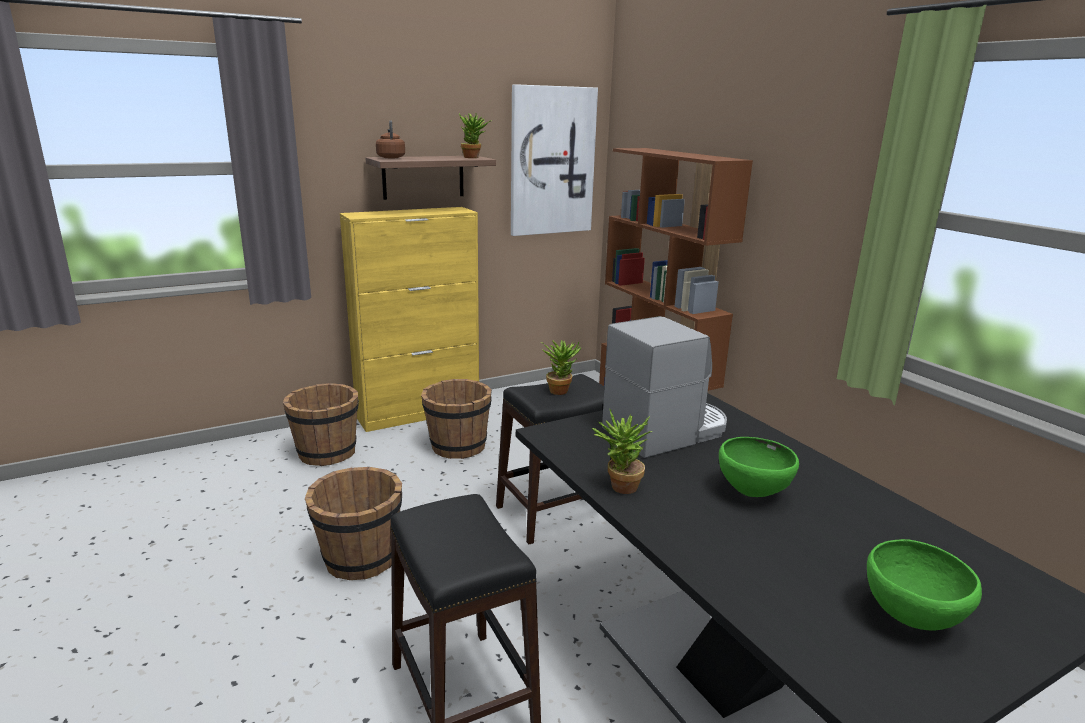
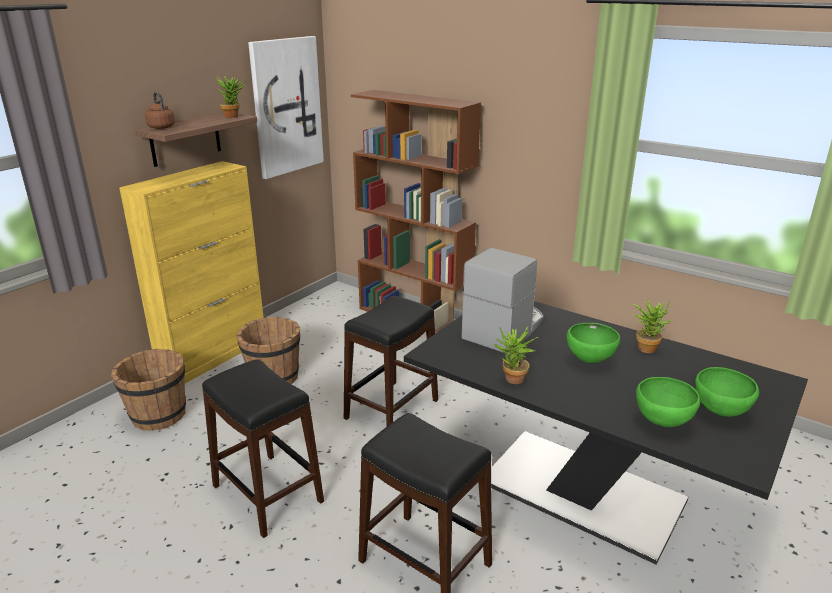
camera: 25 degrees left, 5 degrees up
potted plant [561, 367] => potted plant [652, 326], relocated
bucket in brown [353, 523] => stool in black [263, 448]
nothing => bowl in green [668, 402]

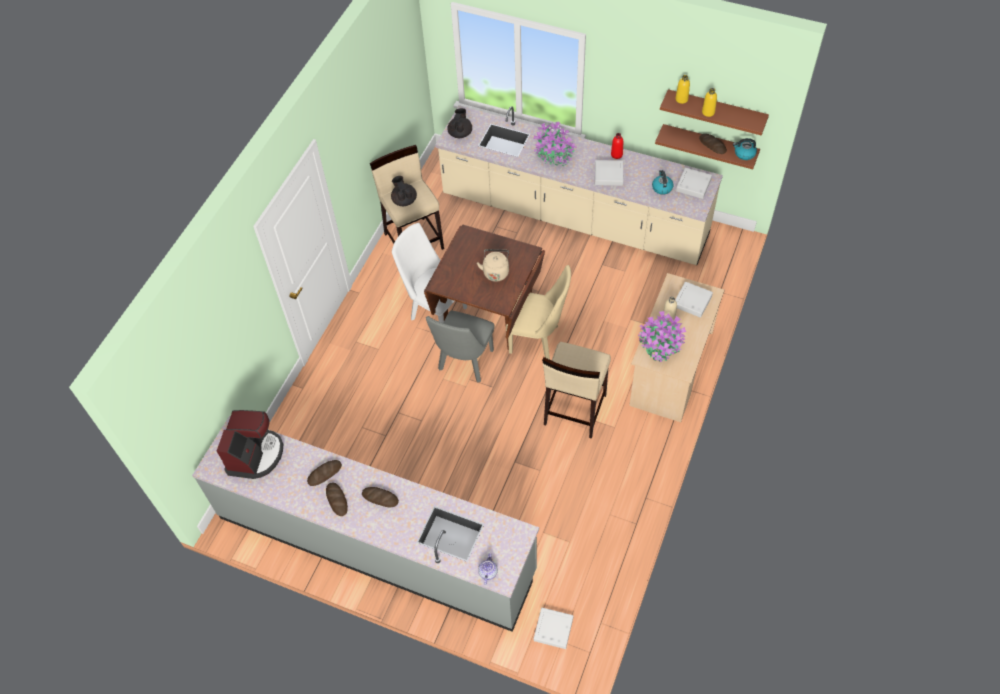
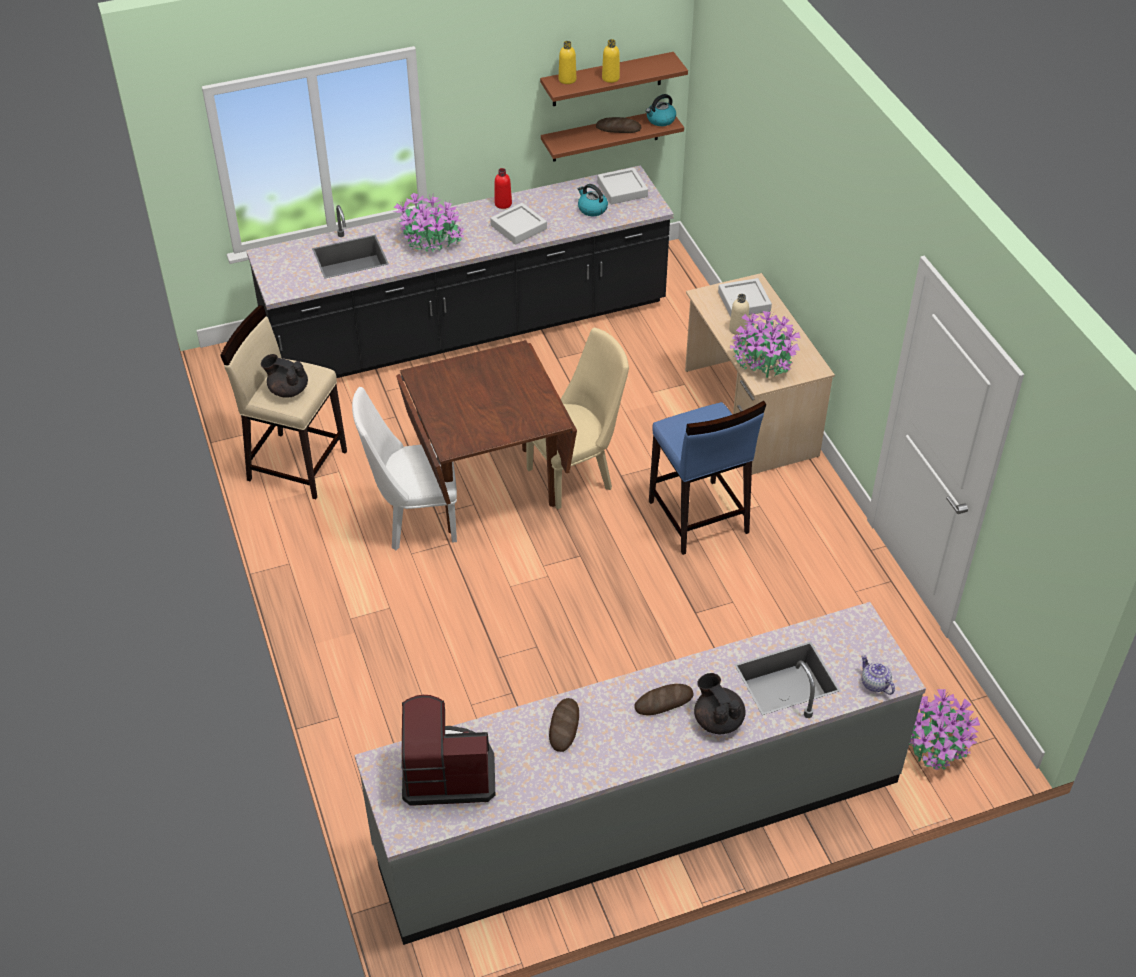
camera: 45 degrees left, 10 degrees down
counter in beige [579, 185] => counter in black [460, 271]
teapot in black [459, 123] => teapot in black [720, 703], relocated
kettle in beige [493, 265] => nothing
chair in grey [460, 346] => nothing
stool in beige [576, 390] => stool in blue [707, 478]
coffee machine [250, 444] => coffee machine [448, 750], 60 degrees counterclockwise
bread [337, 499] => nothing
tray in grey [553, 628] => potted plant [944, 729]

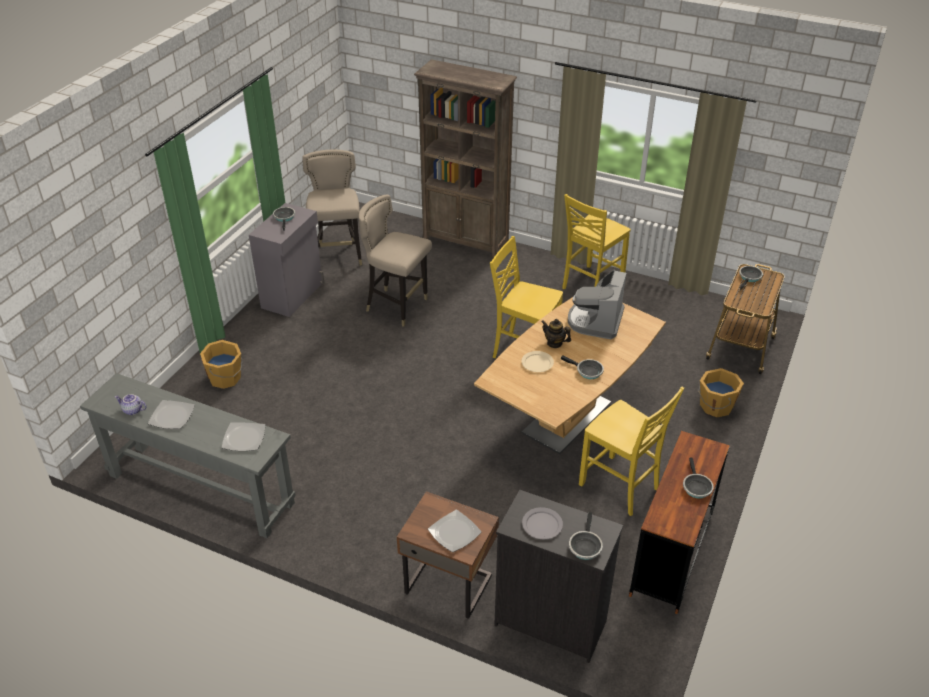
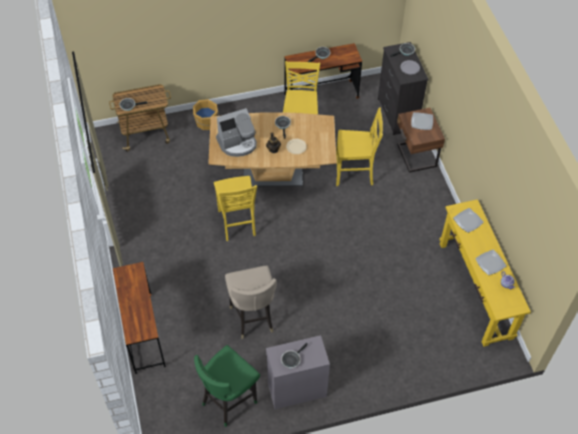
camera: 130 degrees left, 15 degrees up
bookcase in brown [465, 159] => desk in brown [139, 318]
stool in beige [332, 207] => stool in green [227, 386]
chair in yellow [596, 241] => chair in yellow [359, 146], relocated
bucket in orange [221, 364] => nothing
console table in grey [188, 455] => console table in yellow [485, 273]

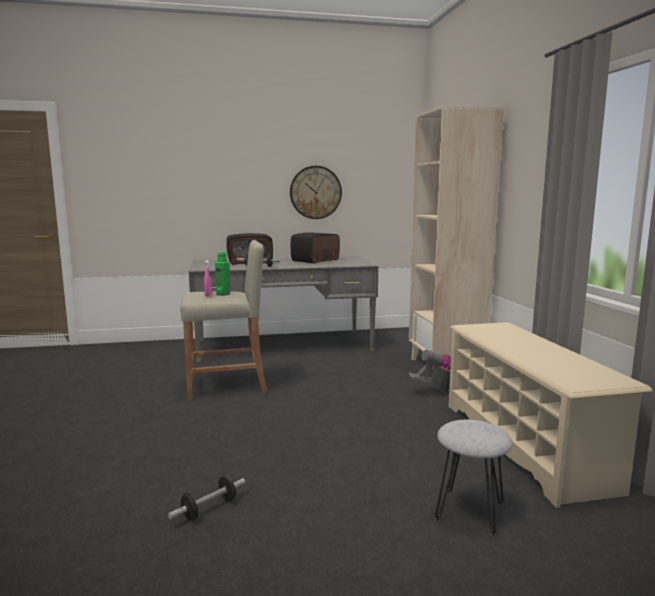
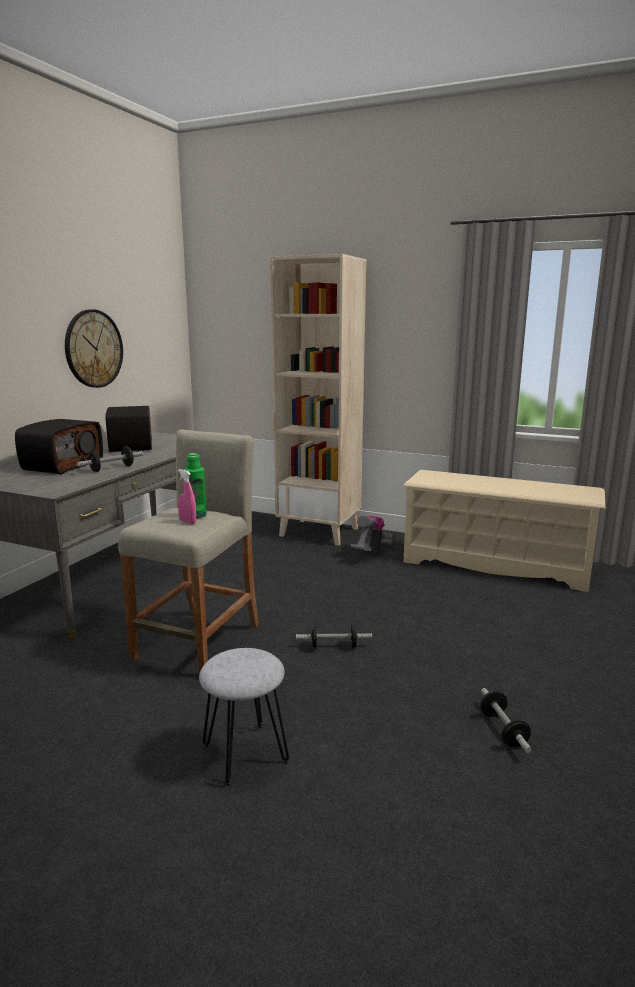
camera: 55 degrees left, 5 degrees up
stool in grey [474, 478] => stool in grey [244, 717], relocated
nothing => dumbbell [334, 636]

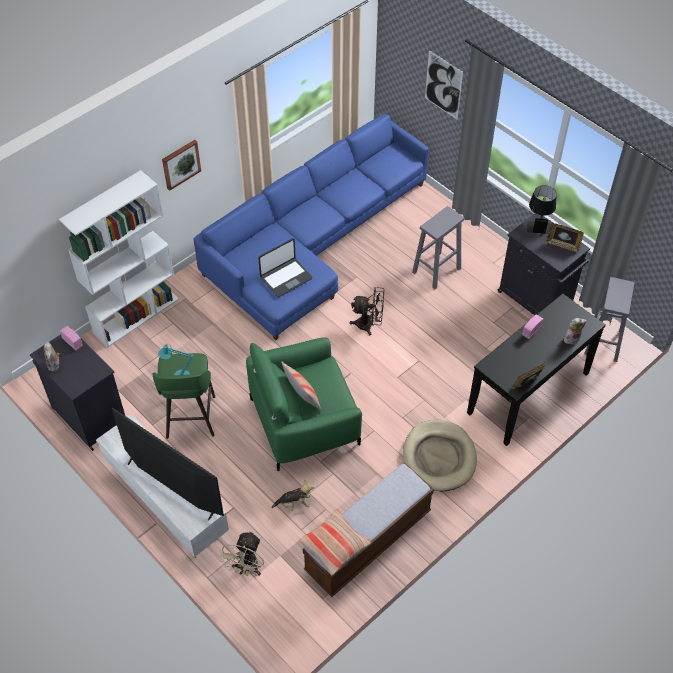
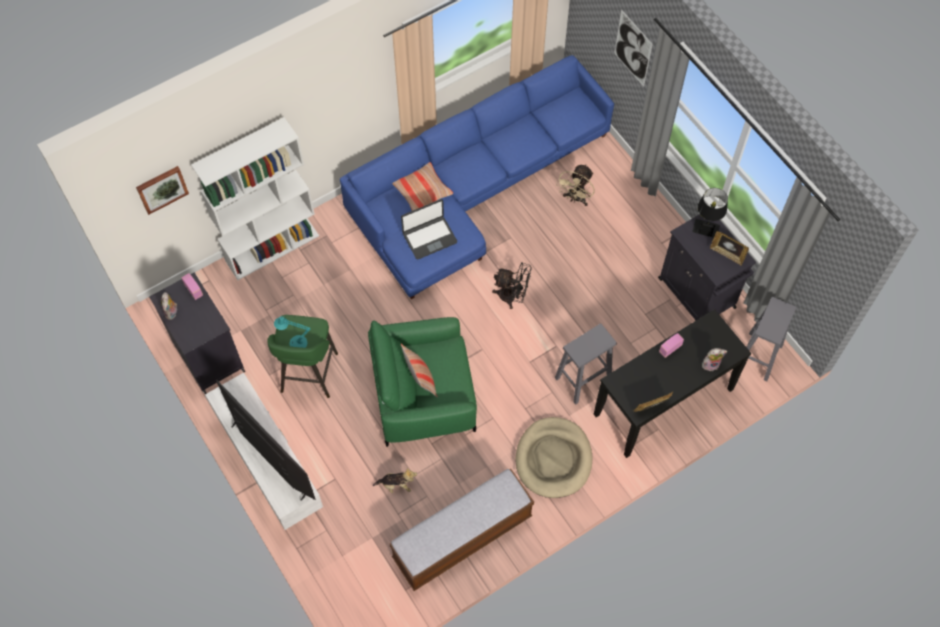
camera: 10 degrees right, 10 degrees up
picture [181, 165] => picture [162, 190], relocated
stool in grey [438, 247] => stool in grey [586, 364], relocated
pillow [335, 542] => pillow [422, 186], relocated
fan in beige [241, 553] => fan in beige [575, 185], relocated

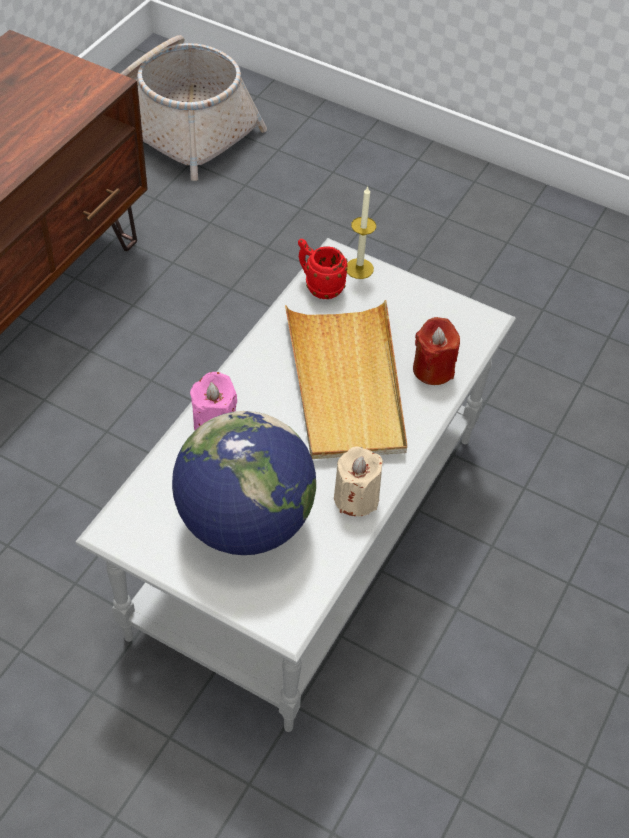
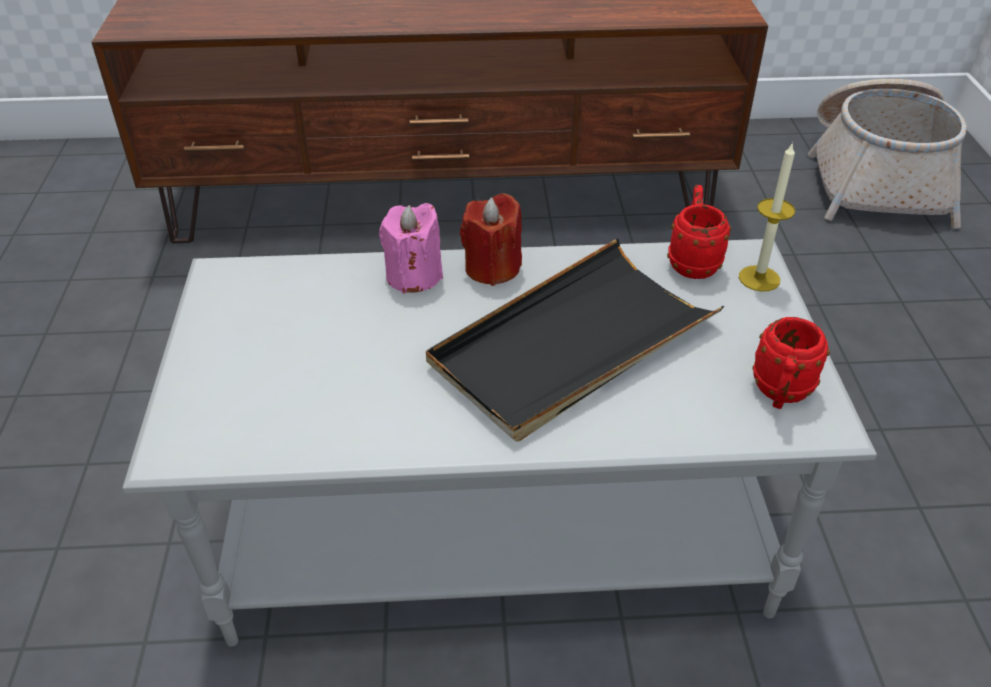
camera: 60 degrees right, 10 degrees down
tray in beige [346, 379] => tray in black [575, 340]
candle in red [436, 351] => candle in red [491, 239], relocated
globe [244, 483] => nothing
candle in beige [358, 481] => nothing
nothing => mug in red [791, 363]

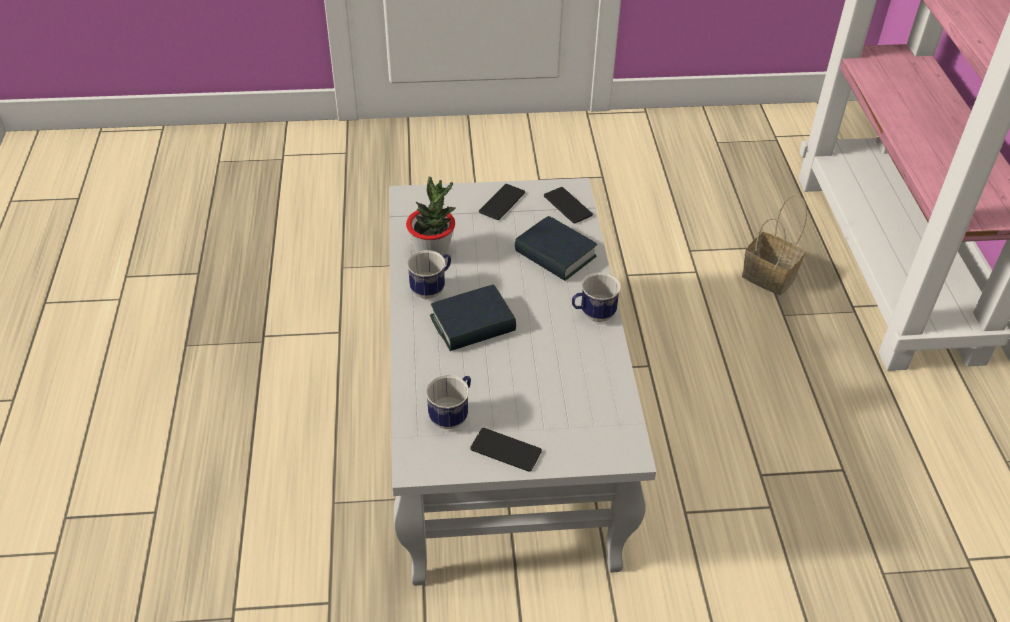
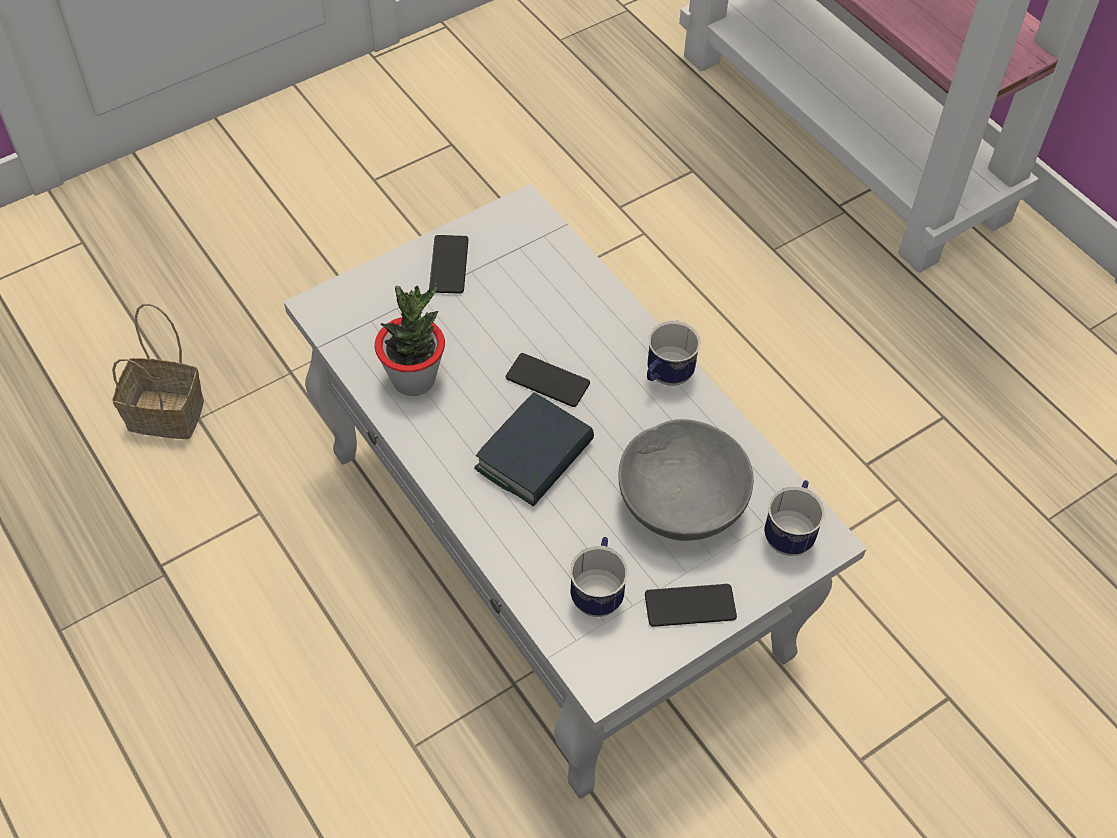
camera: 30 degrees left, 10 degrees up
phone [568, 205] => phone [548, 380], relocated
basket [774, 244] => basket [158, 371], relocated
book [555, 248] => nothing
mug [429, 274] => mug [795, 518], relocated
nothing => bowl in grey [686, 480]

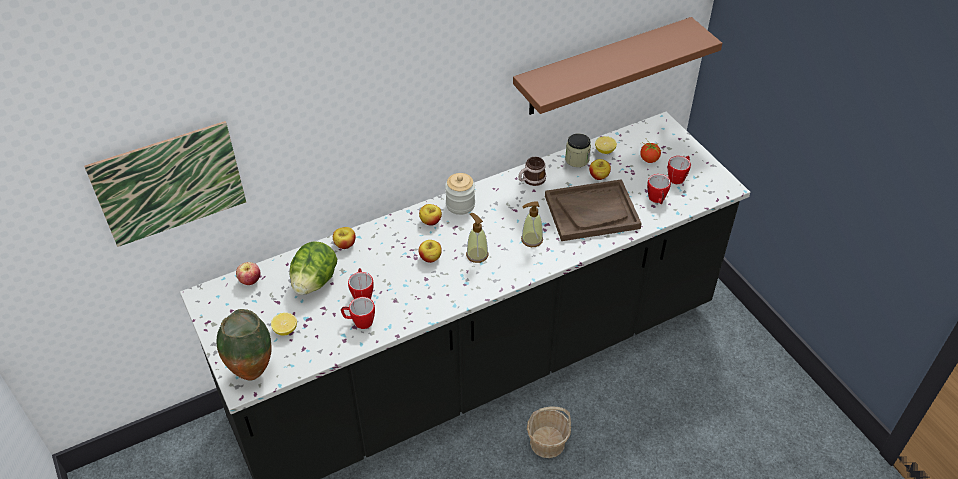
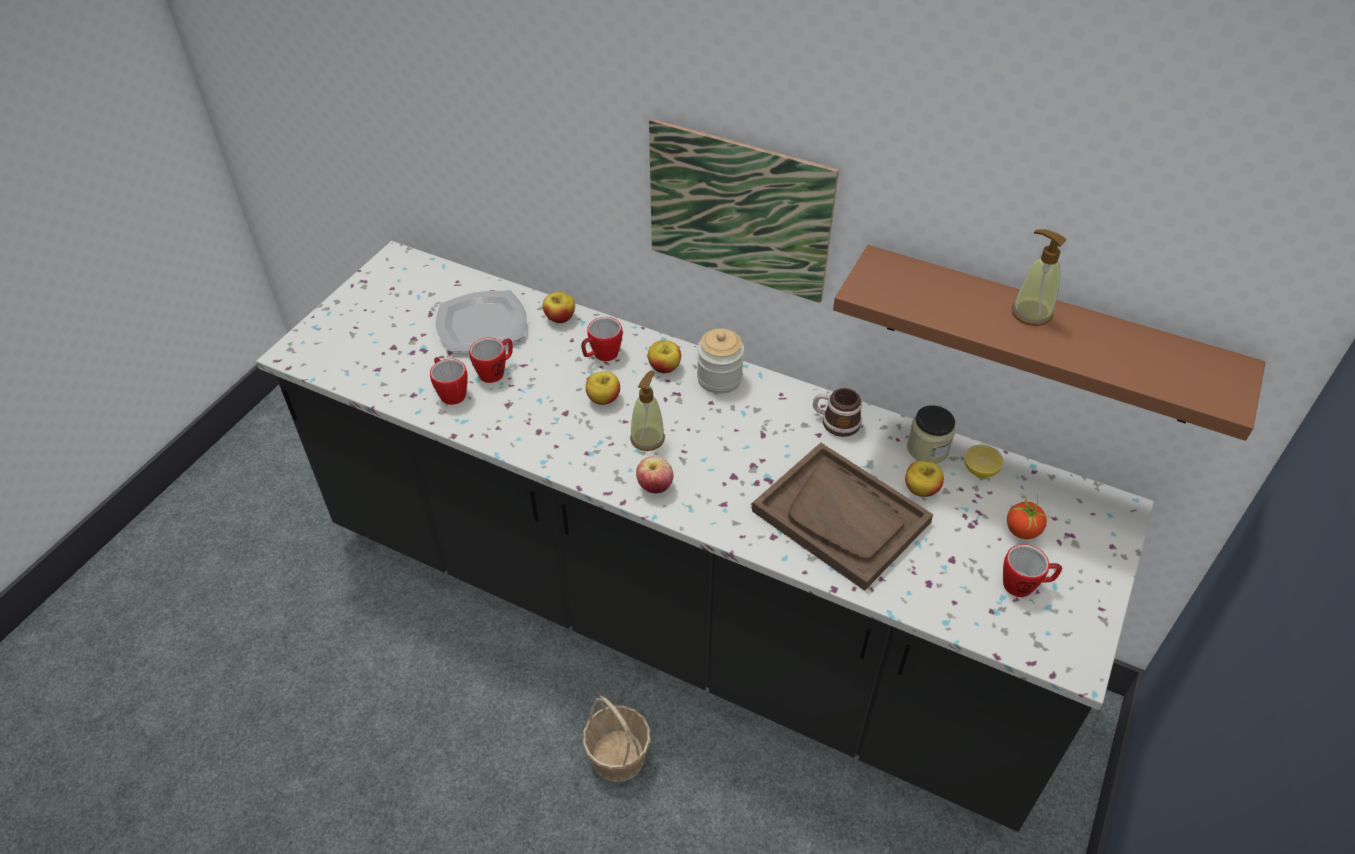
camera: 55 degrees right, 0 degrees up
picture [165, 184] => picture [744, 211], relocated
mug [659, 189] => mug [601, 339], relocated
soap dispenser [532, 224] => soap dispenser [1039, 277], relocated
lettuce [313, 268] => plate [481, 321]
apple [248, 273] => apple [655, 475], relocated
vase [244, 344] => nothing
lemon [284, 324] => nothing

